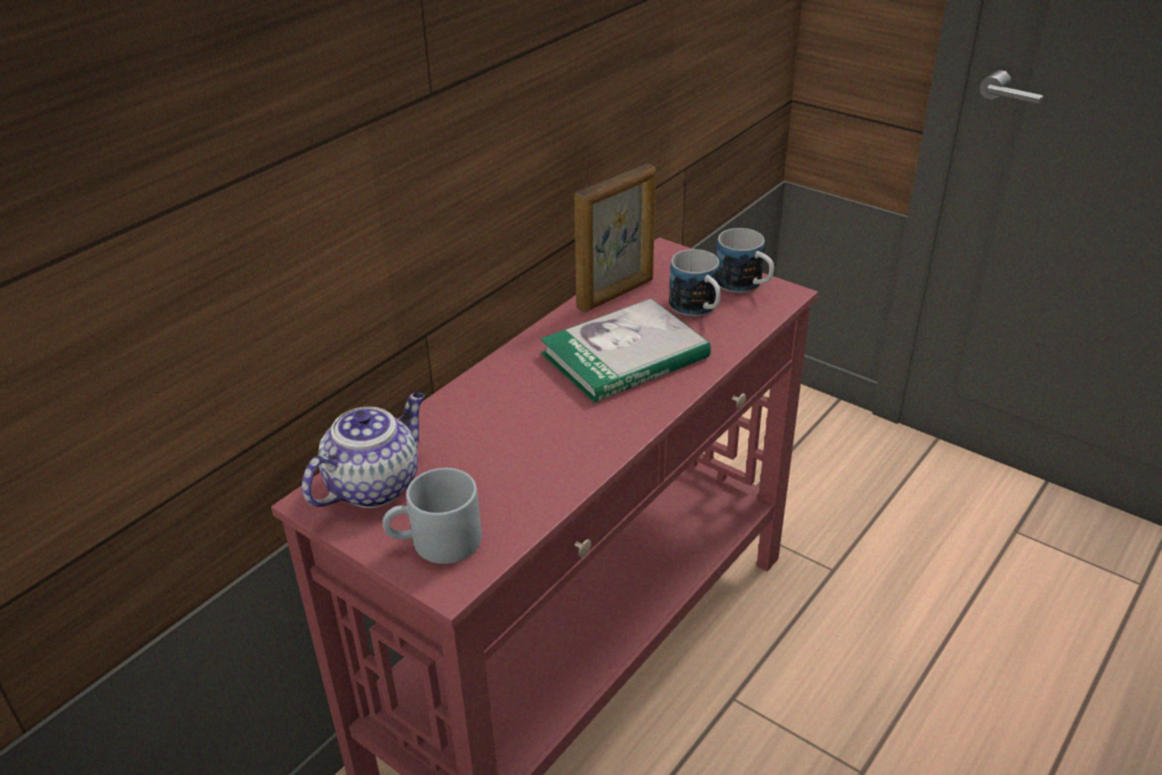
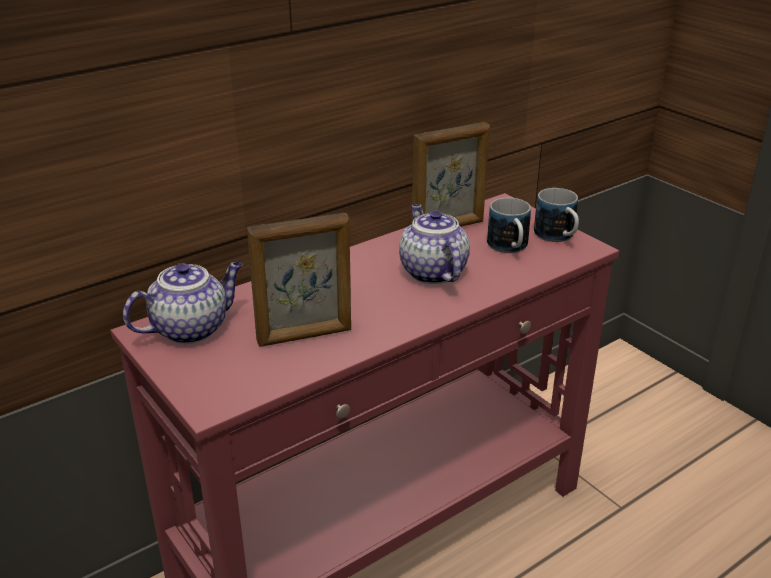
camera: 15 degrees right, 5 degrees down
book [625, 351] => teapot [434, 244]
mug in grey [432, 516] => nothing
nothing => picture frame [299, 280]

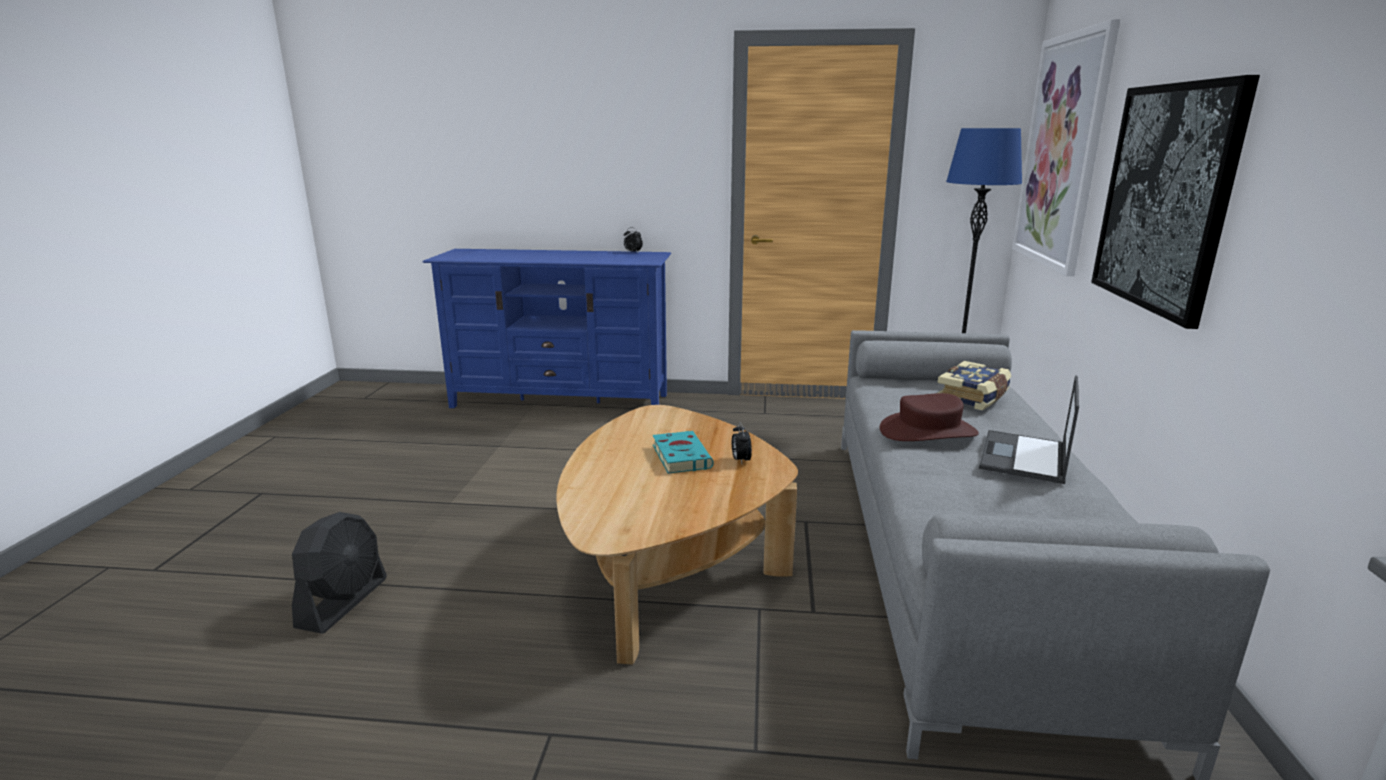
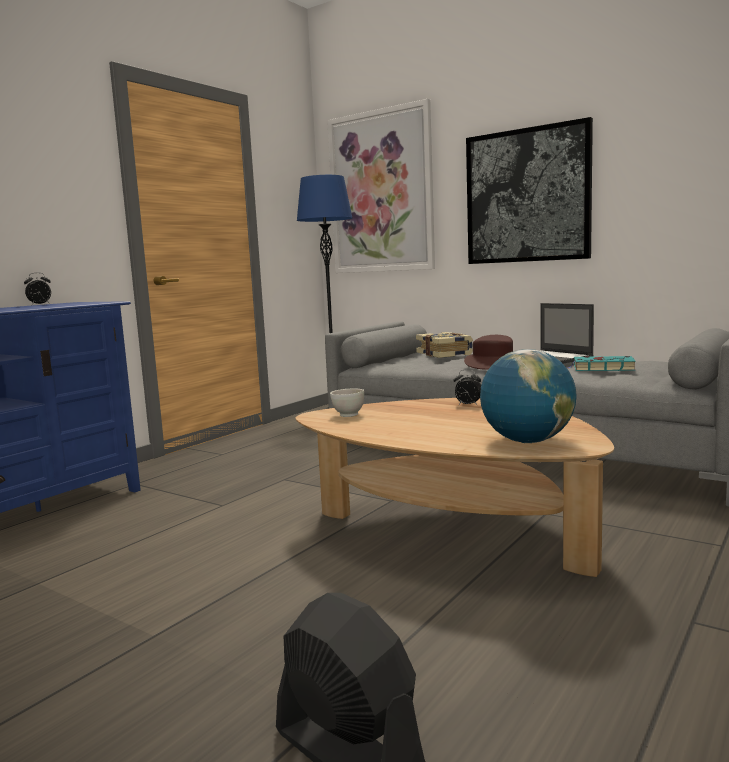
camera: 60 degrees left, 10 degrees down
book in turquoise [683, 452] => book in turquoise [601, 363], relocated
nothing => globe [528, 396]
nothing => bowl in white [347, 403]

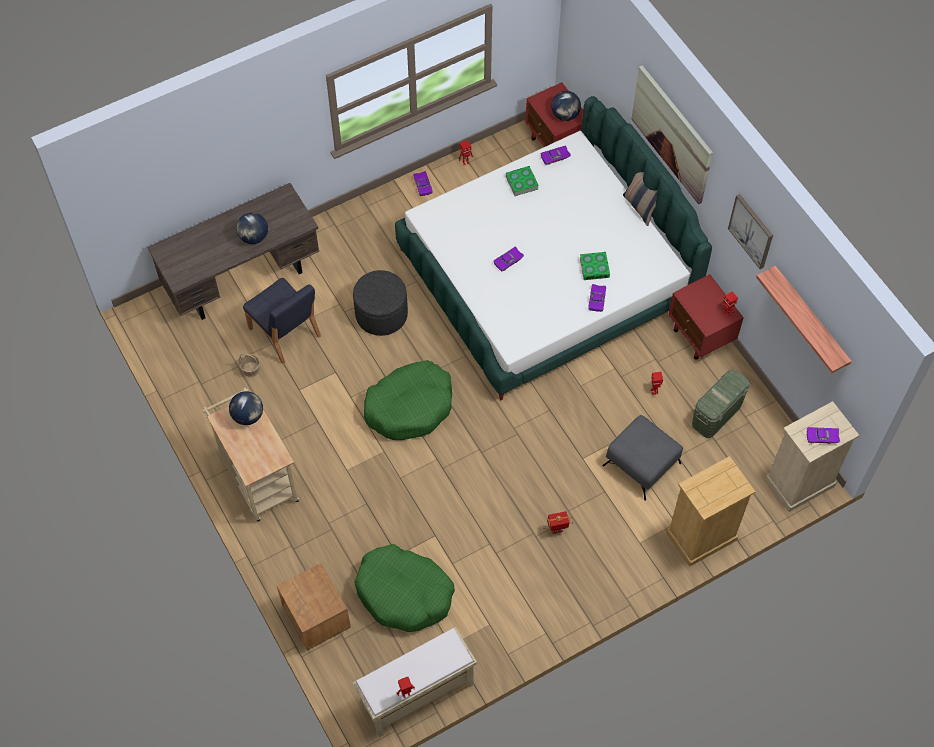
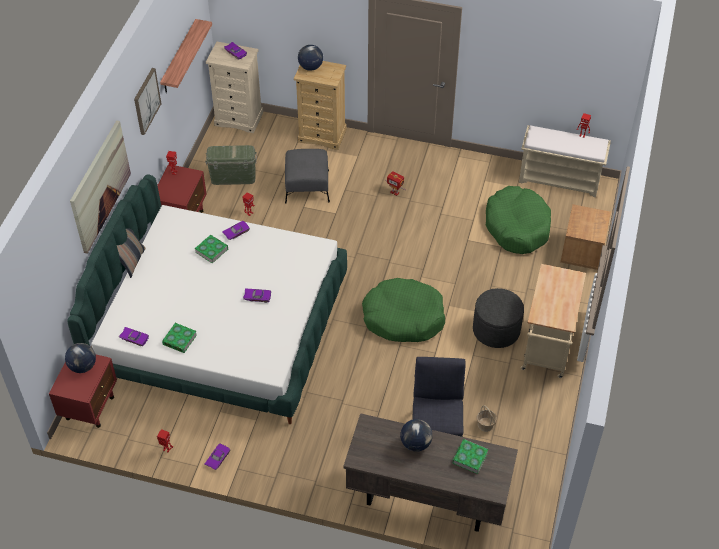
camera: 135 degrees left, 10 degrees down
ottoman in grey [380, 303] => ottoman in grey [498, 318], relocated
globe [246, 408] => globe [310, 58], relocated
nothing => book [470, 456]

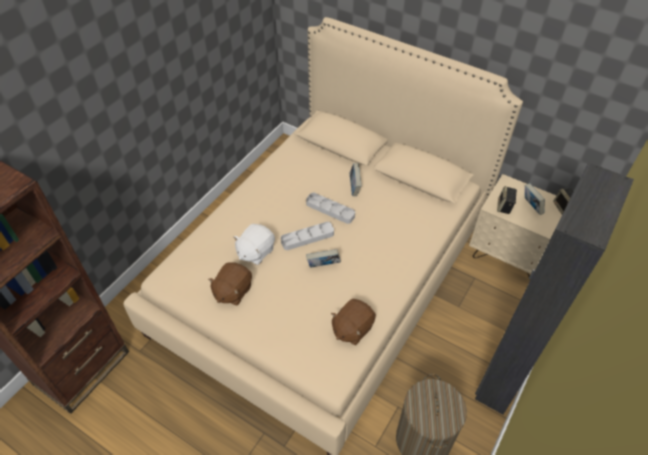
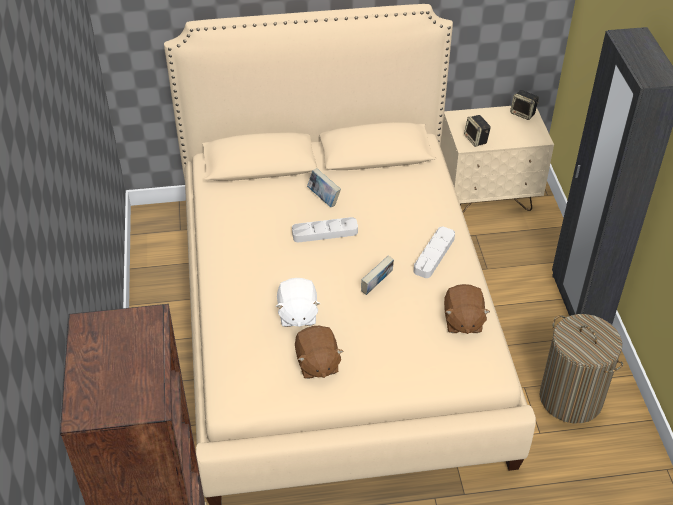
camera: 40 degrees left, 5 degrees down
book [535, 199] => nothing
tray in grey [307, 236] => tray in grey [434, 252], relocated

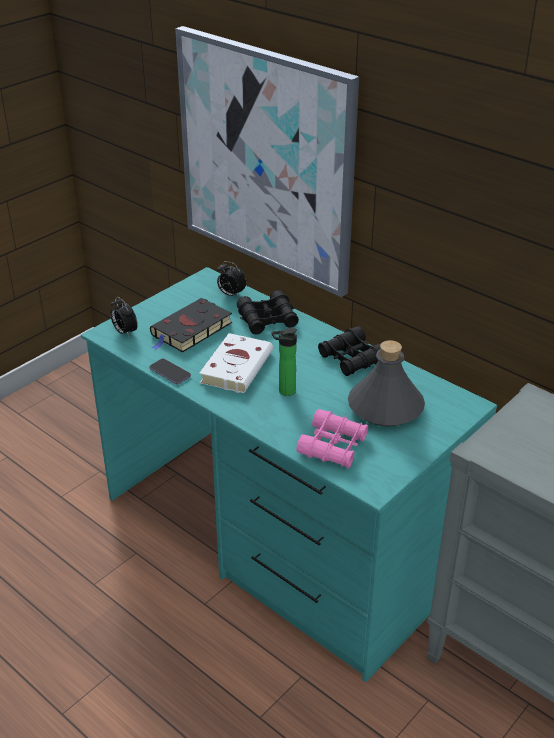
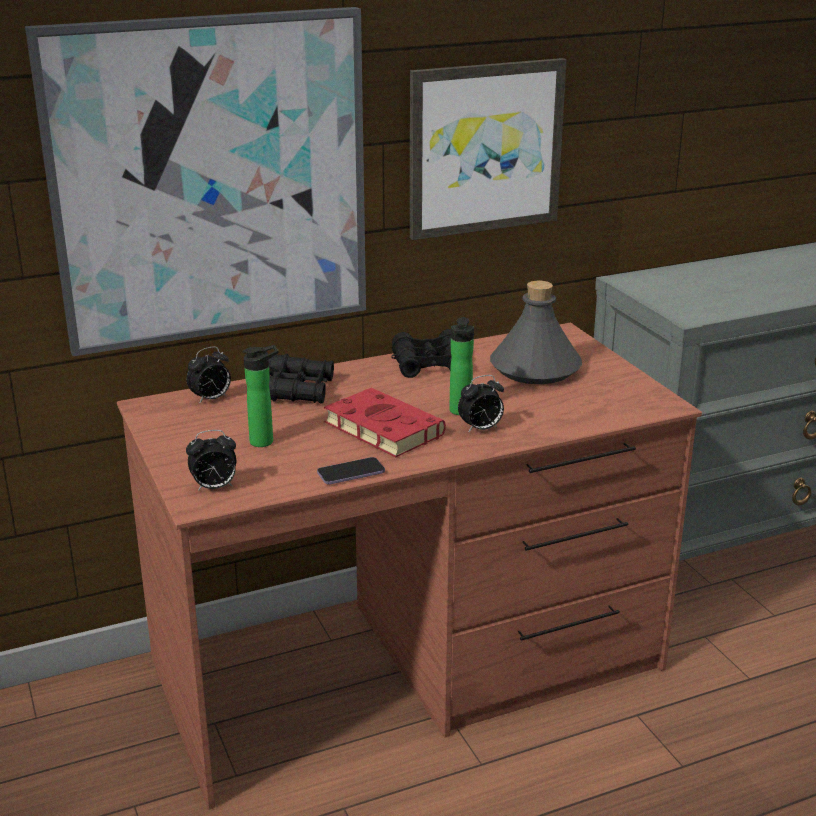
camera: 65 degrees left, 10 degrees down
desk in turquoise [289, 474] => desk in brown [409, 566]
book in black [191, 325] => bottle [261, 396]
book in white [236, 363] => book in red [385, 423]
binoculars in pink [332, 438] => nothing
nothing => picture [488, 149]
nothing => alarm clock [481, 404]

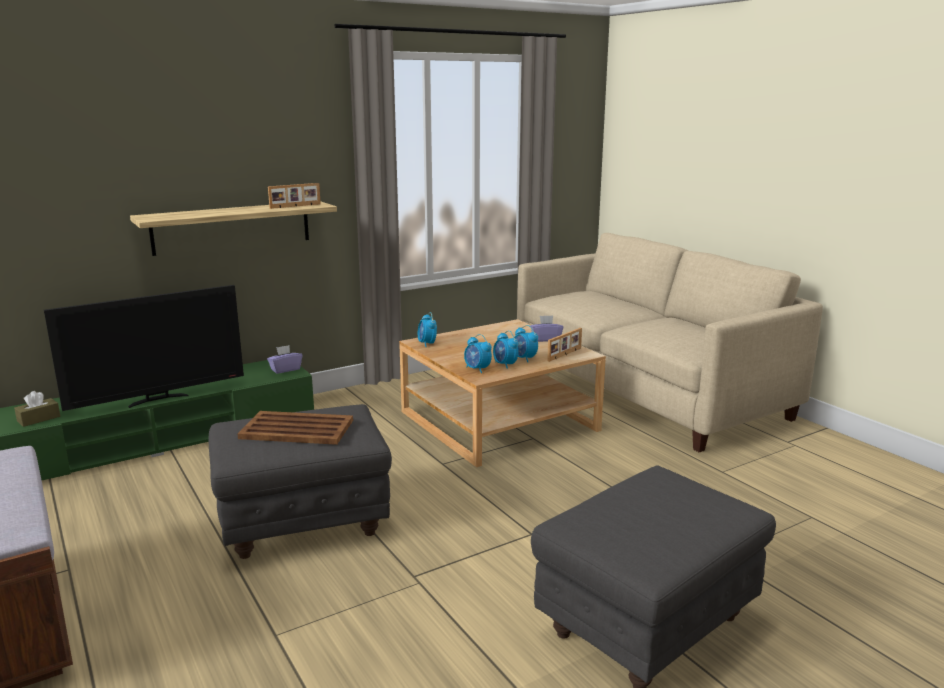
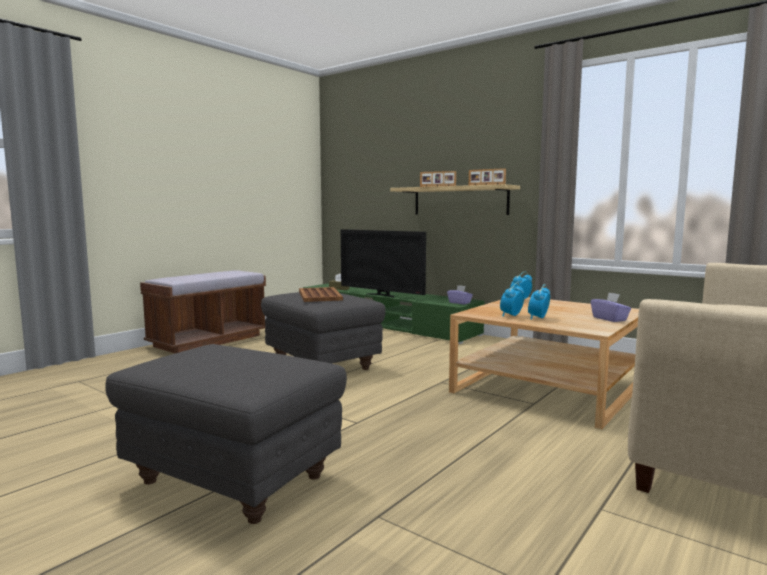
camera: 70 degrees right, 10 degrees down
picture frame [564, 345] => picture frame [438, 179], relocated
alarm clock [478, 353] => nothing

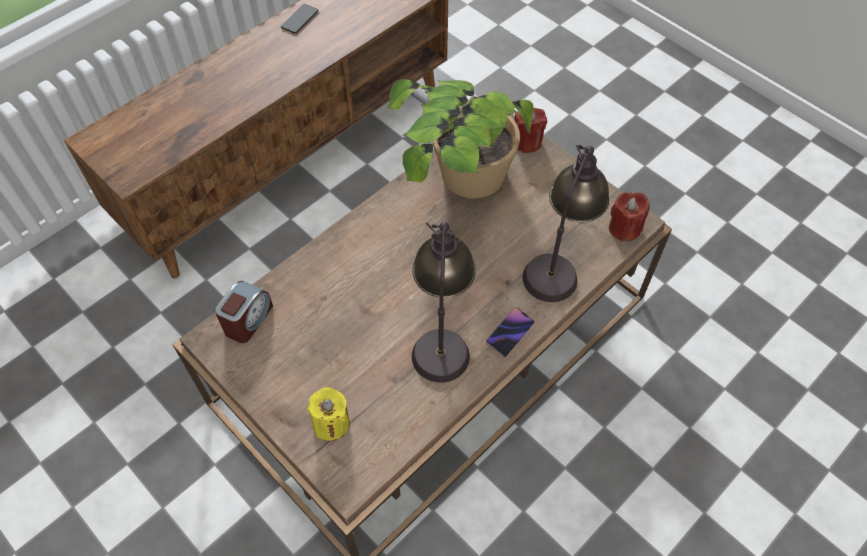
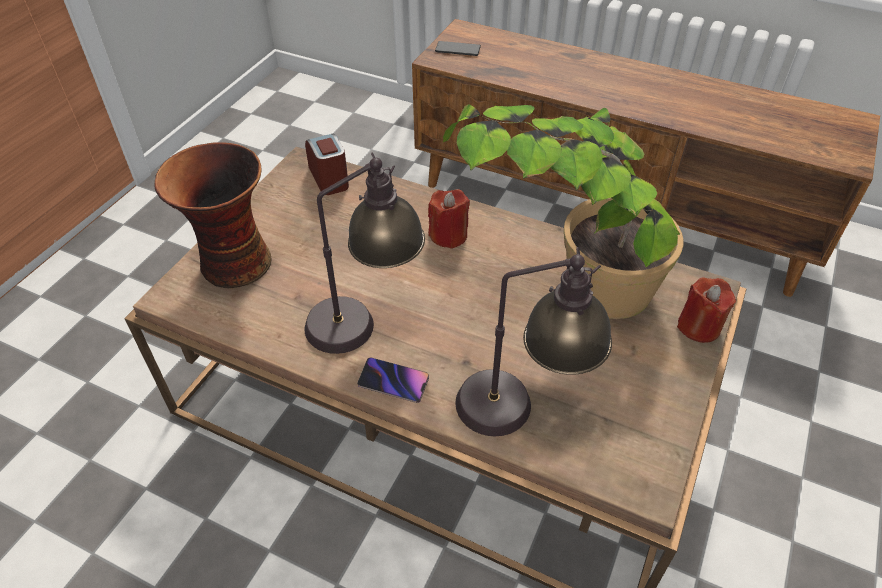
camera: 70 degrees right, 10 degrees down
phone [299, 19] => phone [458, 48], relocated
candle in red [629, 217] => candle in red [449, 219], relocated
alarm clock [244, 312] => alarm clock [327, 164], 120 degrees counterclockwise
candle in yellow [328, 414] => vase [212, 215]

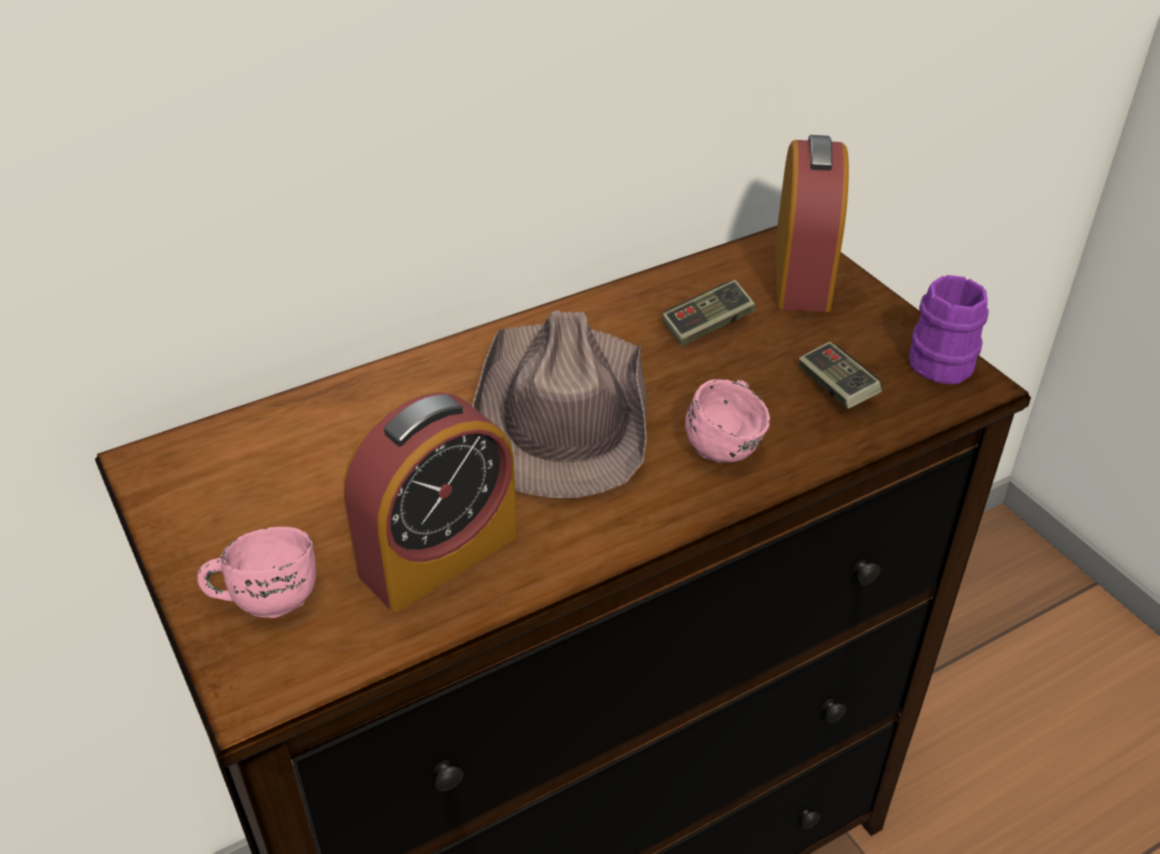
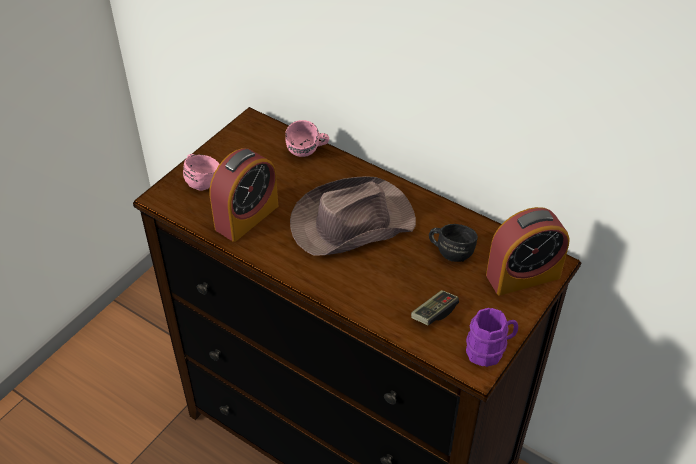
camera: 65 degrees right, 5 degrees up
game controller [708, 313] => mug in black [453, 243]
mug in pink [727, 421] => mug in pink [307, 138], relocated
alarm clock [431, 501] => alarm clock [243, 195], 75 degrees counterclockwise

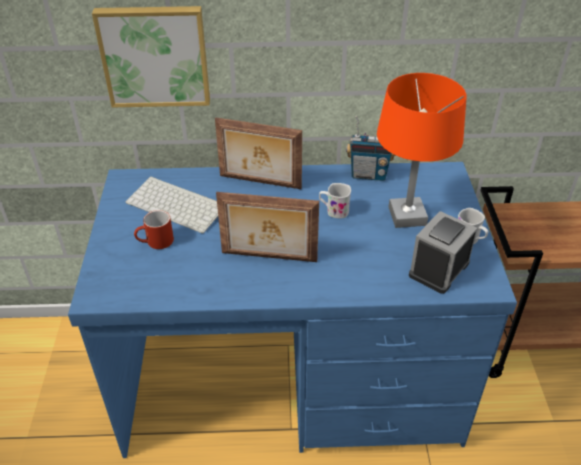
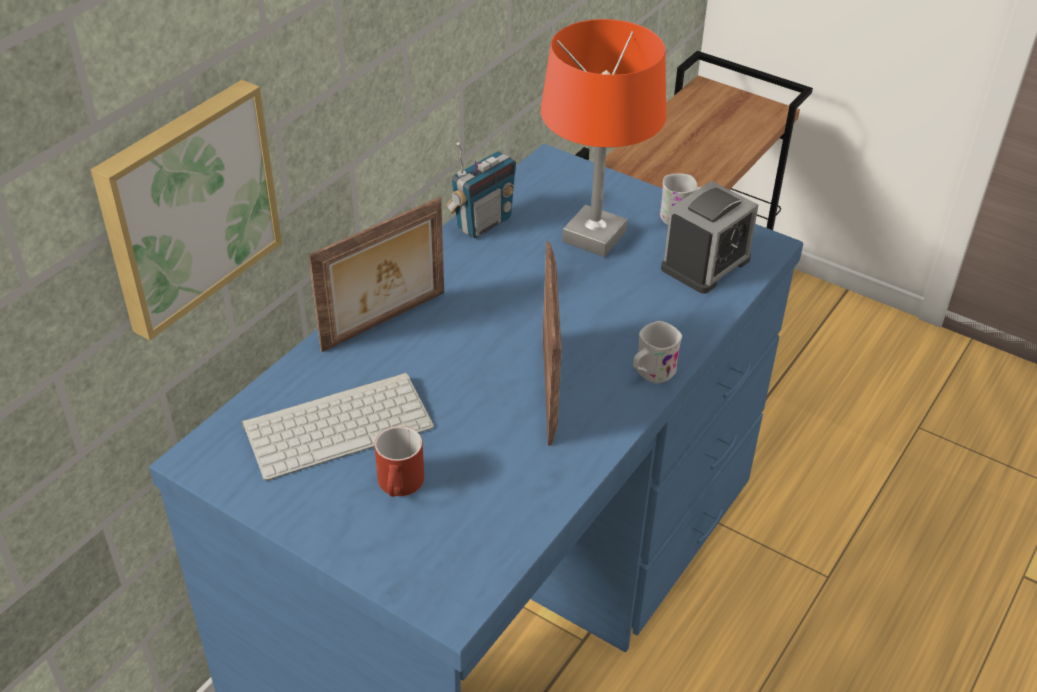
camera: 55 degrees left, 0 degrees up
mug in white [335, 200] => mug in white [657, 352], relocated
picture frame [267, 227] => picture frame [552, 344], 45 degrees counterclockwise
alarm clock [443, 252] => alarm clock [709, 237], 120 degrees counterclockwise

